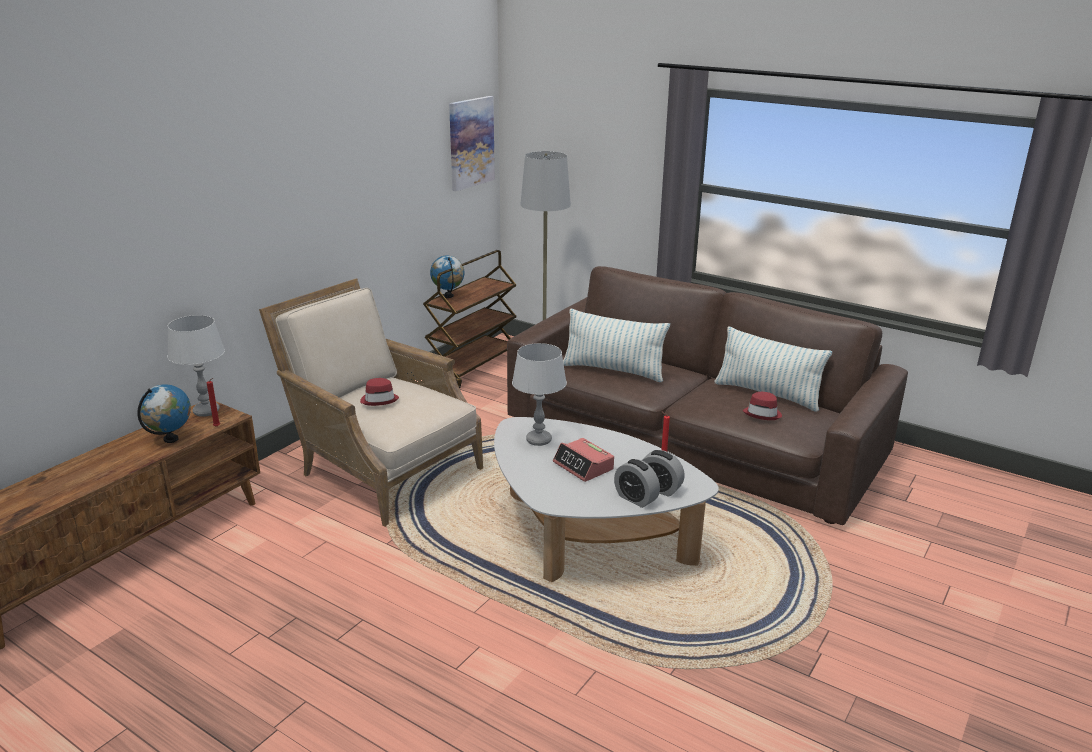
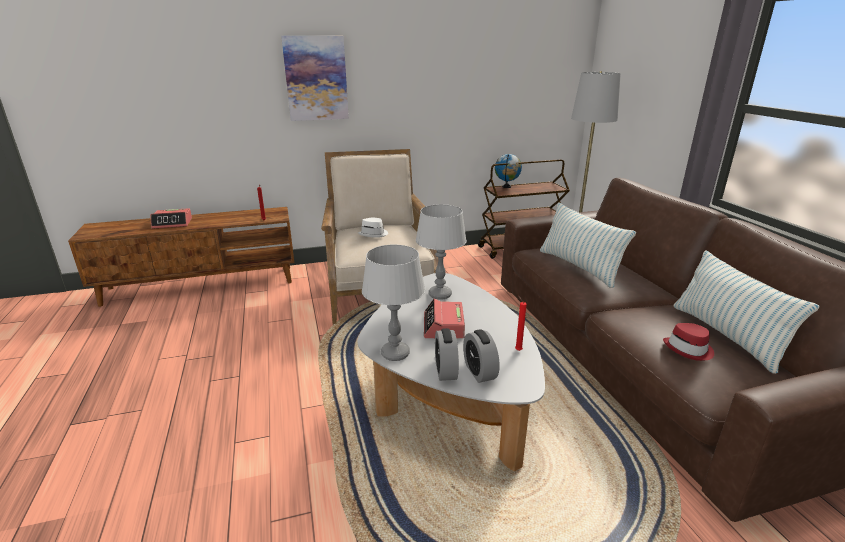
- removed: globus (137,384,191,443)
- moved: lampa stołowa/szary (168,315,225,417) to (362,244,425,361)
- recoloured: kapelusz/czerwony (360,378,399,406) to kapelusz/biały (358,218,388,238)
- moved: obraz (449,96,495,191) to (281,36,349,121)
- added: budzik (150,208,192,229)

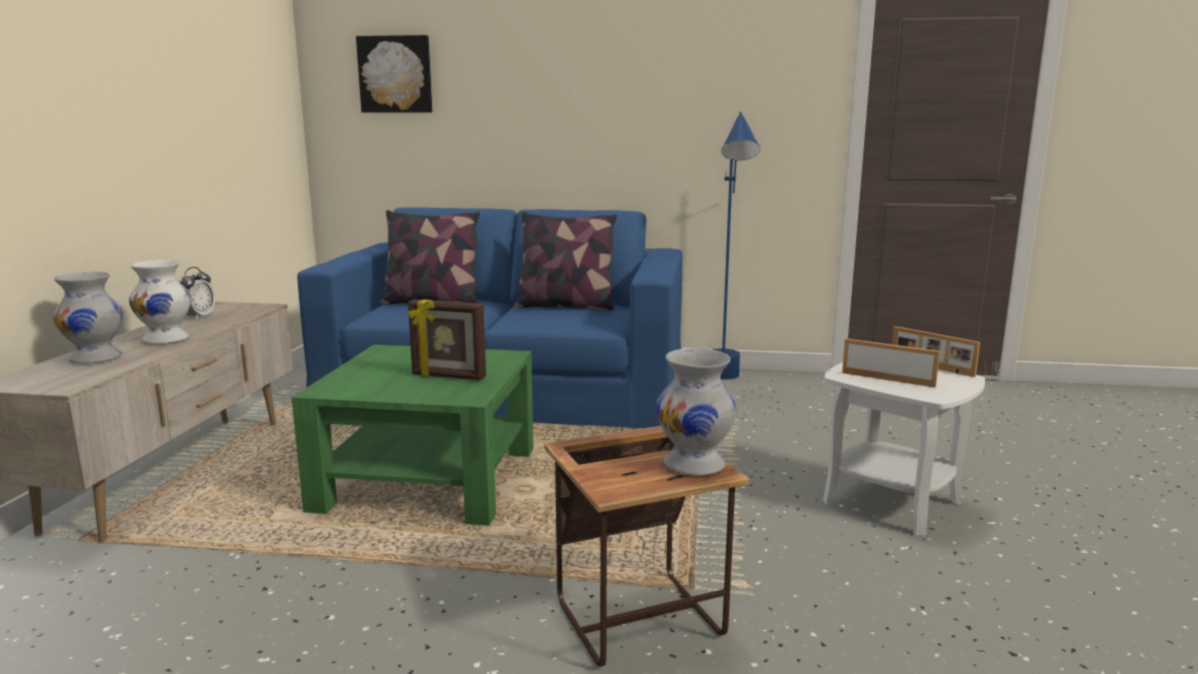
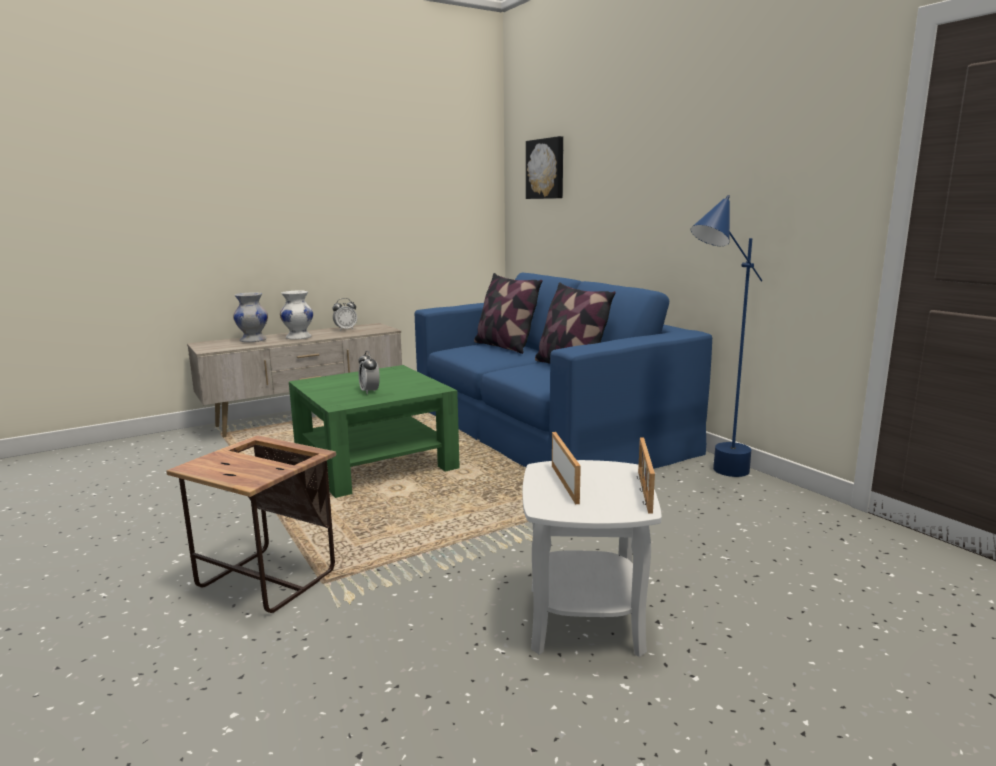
- replaced: ramka na zdjęcie (408,299,486,380) to budzik (358,351,380,394)
- removed: wazon/biały (656,348,737,476)

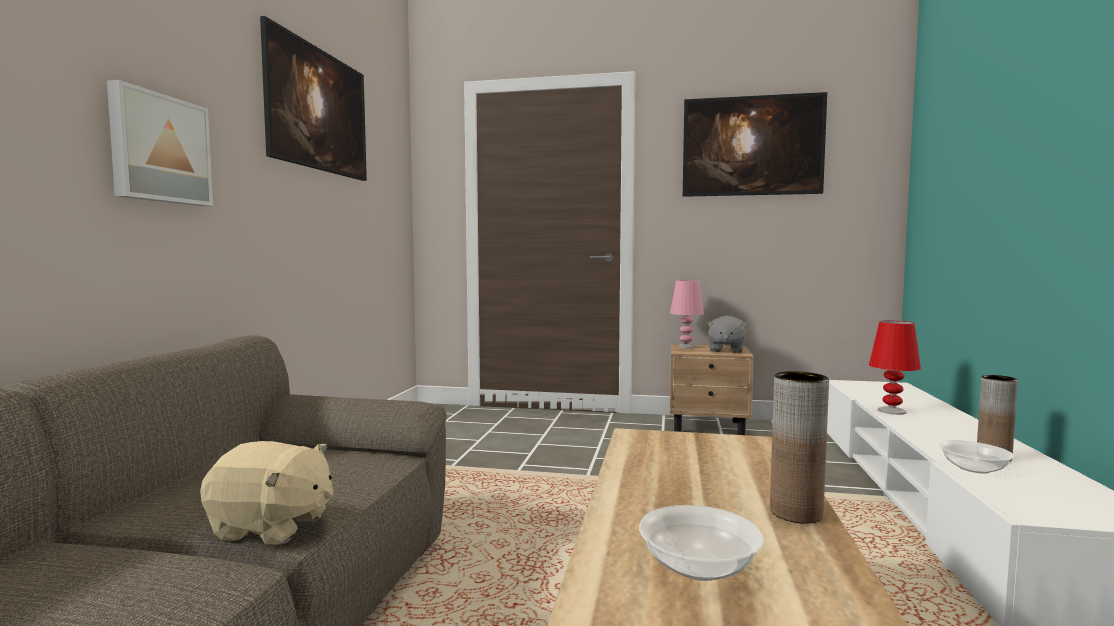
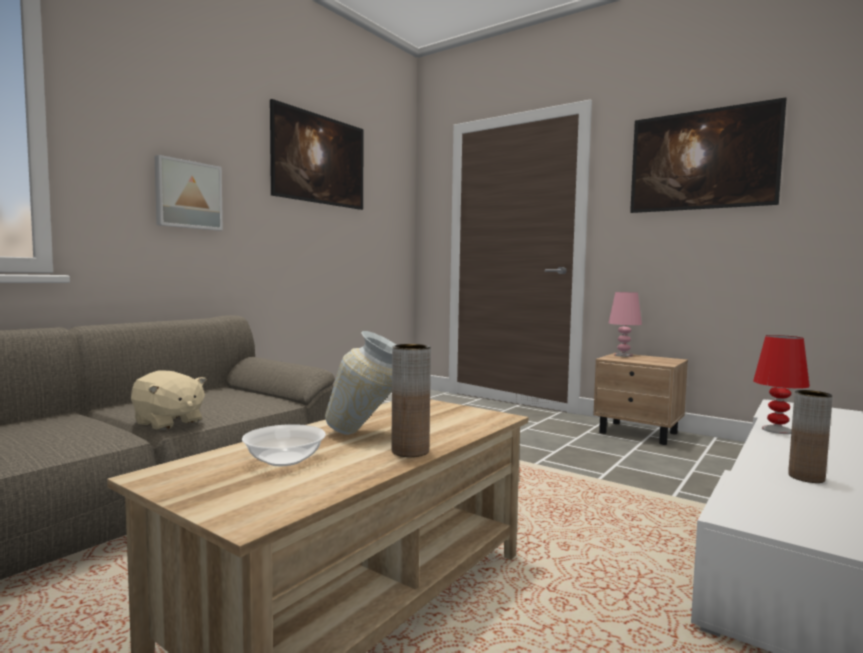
- removed: pluszak/szary (706,316,748,353)
- removed: miska (939,440,1014,474)
- added: wazon (325,331,396,435)

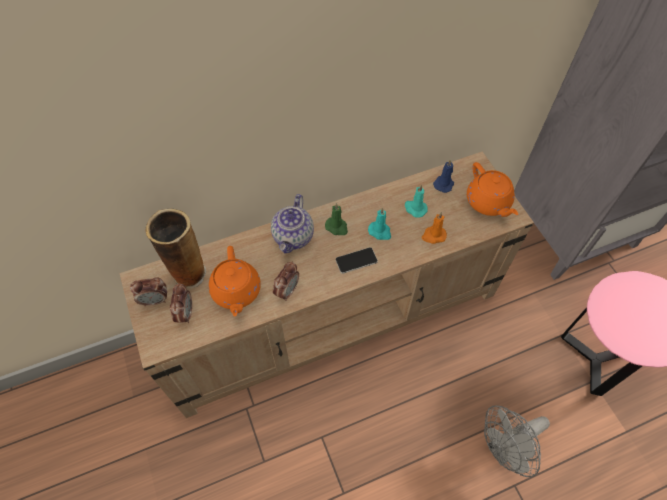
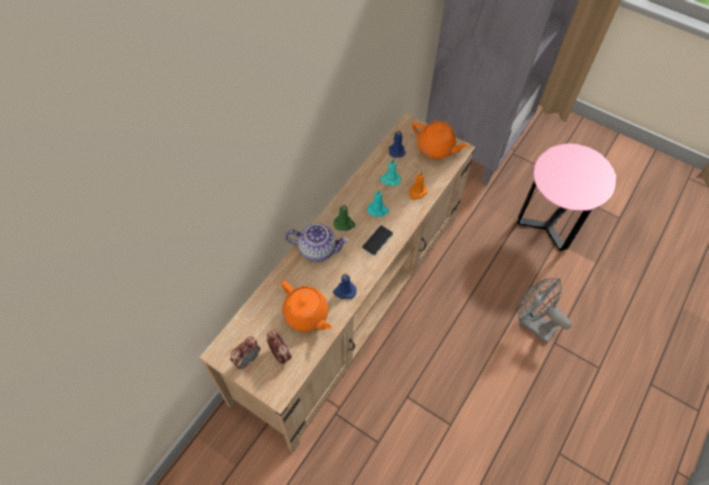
- removed: wazon (146,209,207,288)
- turned: imbryk (271,194,314,253) = (285,223,349,262) 60 degrees counterclockwise
- replaced: budzik (273,262,299,301) to świeca/niebieski (333,273,357,299)
- turned: wentylator/szary (484,405,550,477) = (518,278,572,343) 105 degrees clockwise

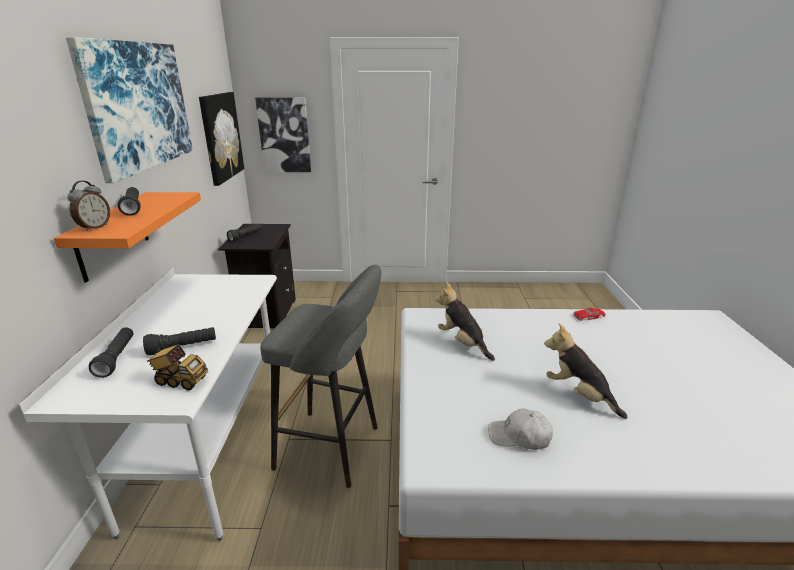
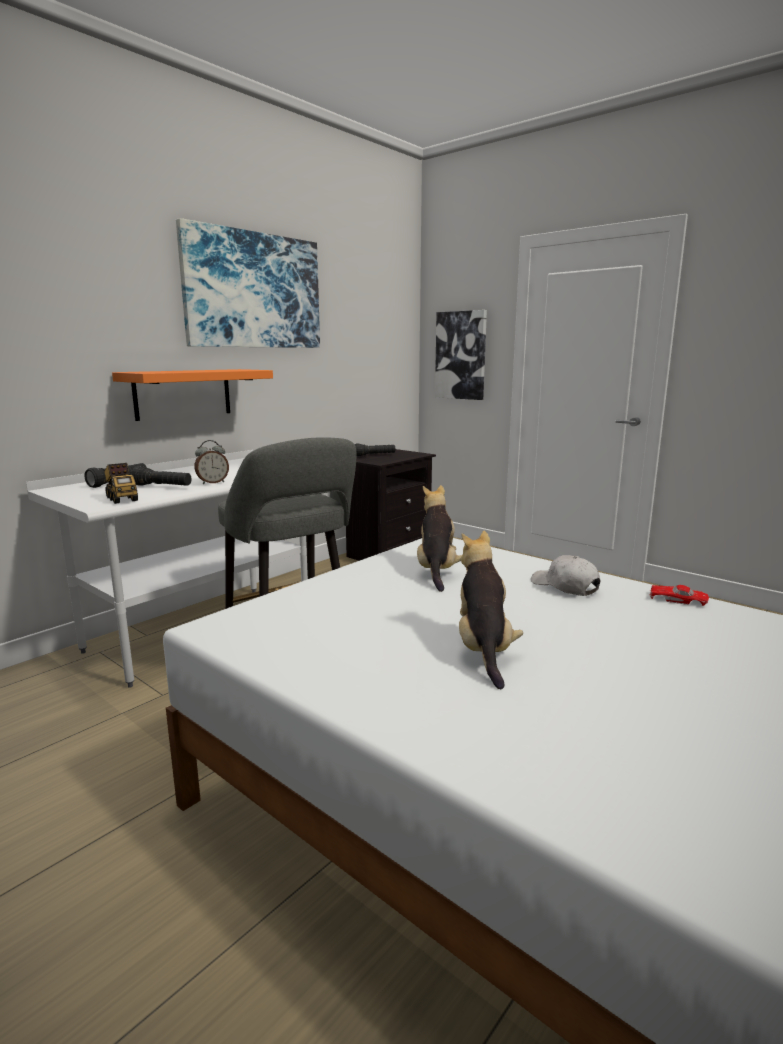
- moved: budzik (67,181,110,231) to (194,440,229,484)
- removed: latarka/czarny (118,187,141,216)
- removed: obraz (199,92,244,186)
- moved: czapka z daszkiem/biały (488,408,553,450) to (531,555,601,596)

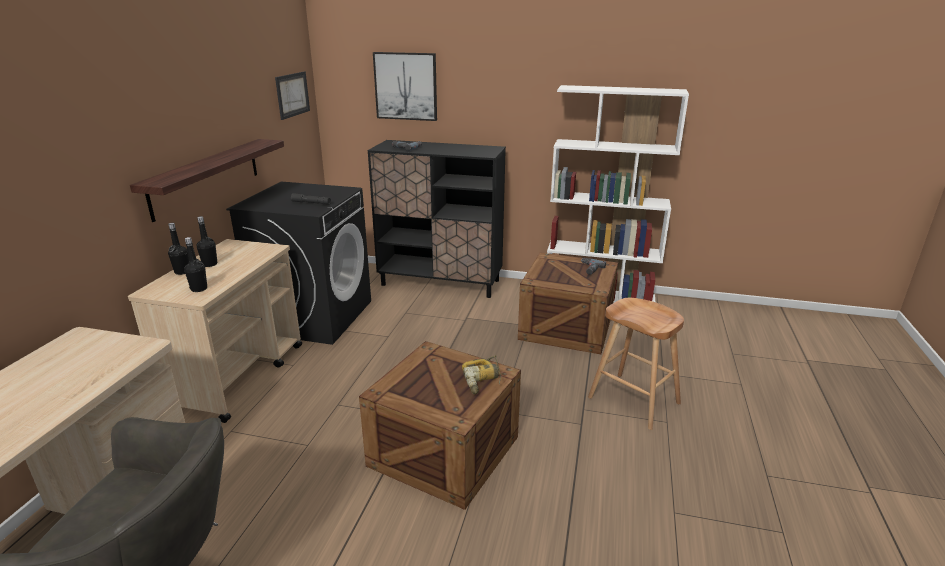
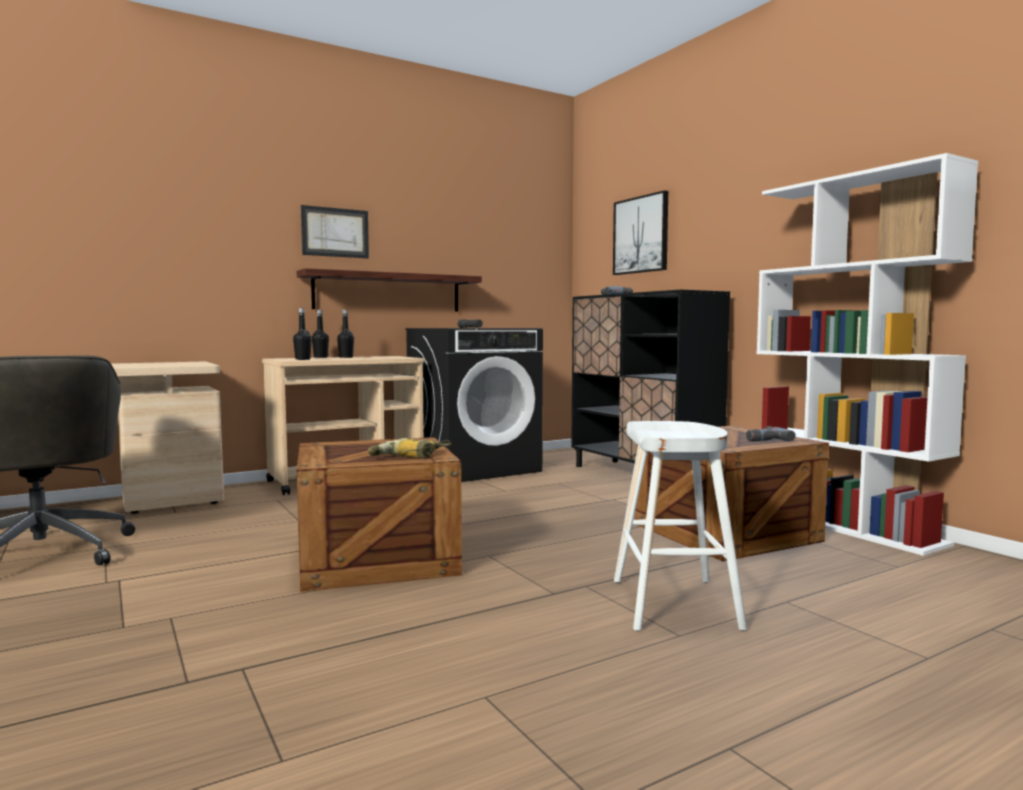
- moved: obraz (275,71,310,120) to (301,205,369,258)
- recoloured: stołek/brązowy (588,298,684,430) to stołek/biały (614,421,747,631)

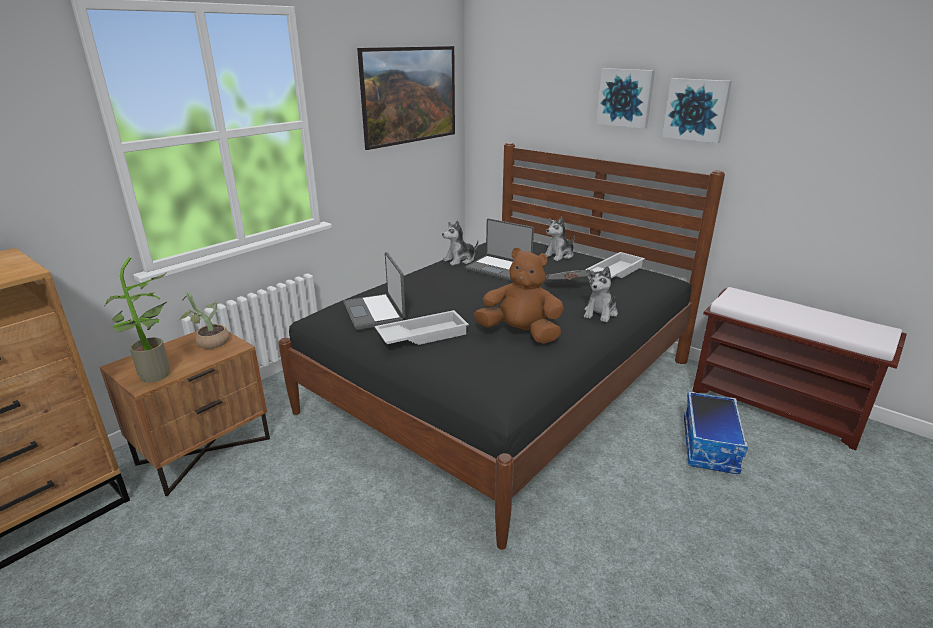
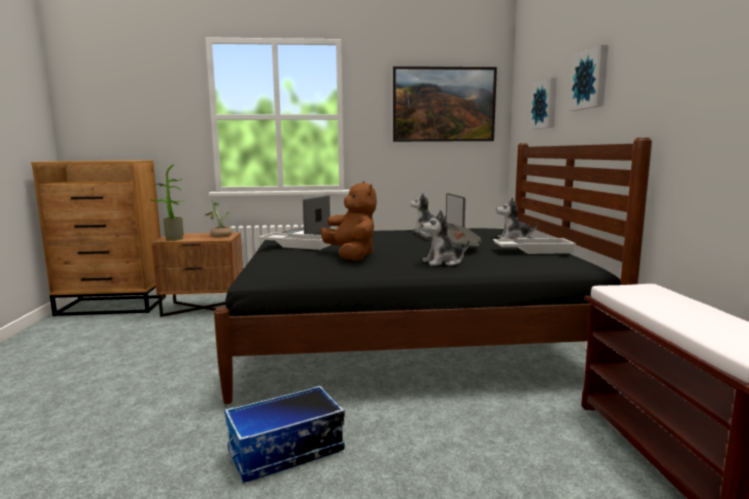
- moved: obraz (662,78,732,143) to (530,78,557,130)
- moved: pojemnik do przechowywania (684,391,748,474) to (224,385,345,482)

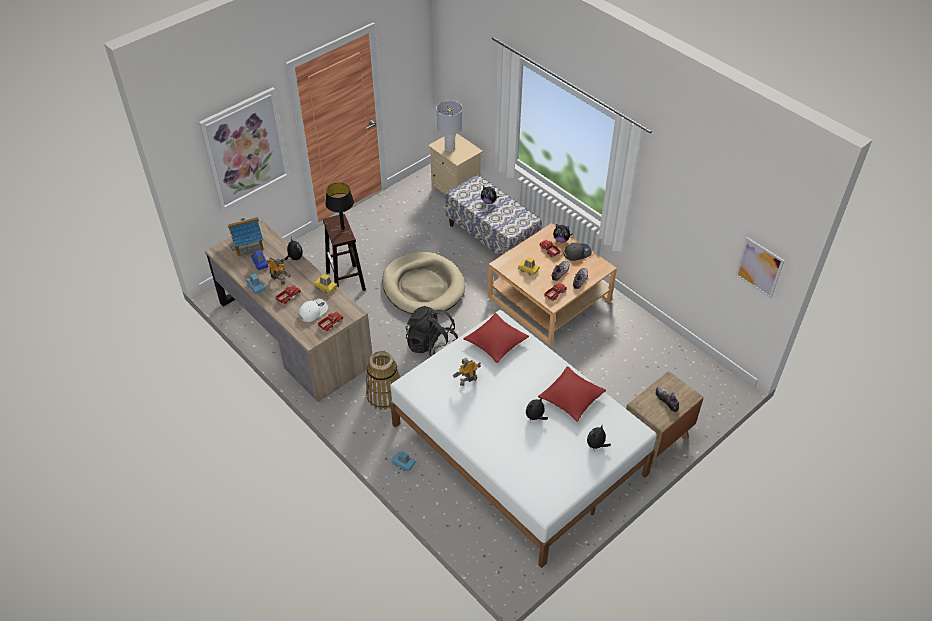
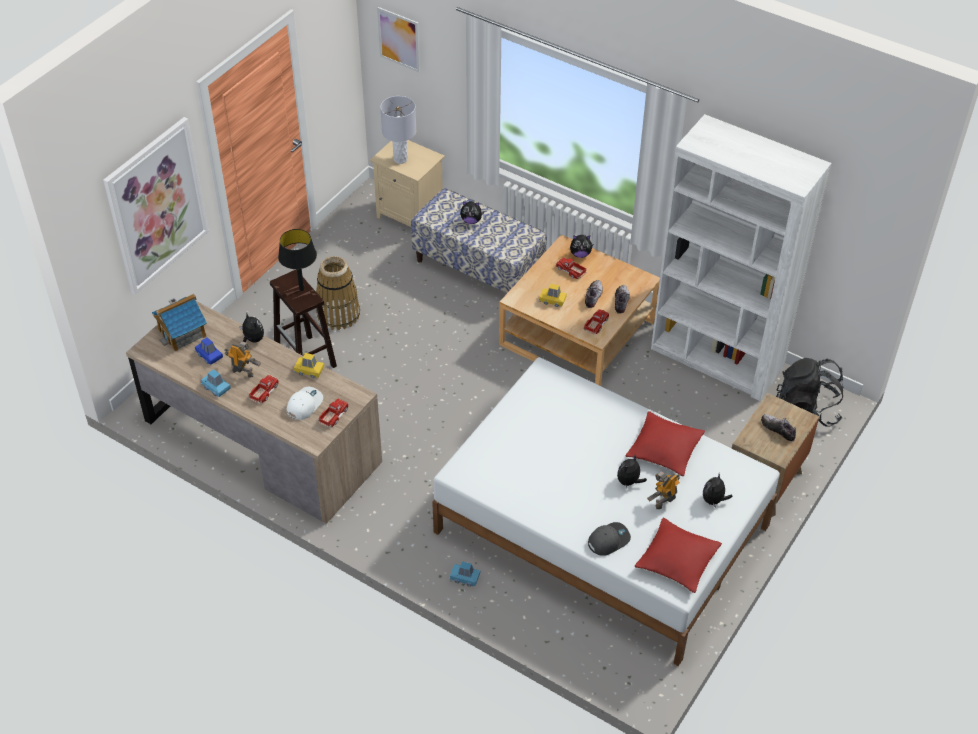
- moved: koszyk (366,350,400,410) to (316,256,360,330)
- removed: legowisko/beżowy (382,252,465,314)
- moved: plecak/czarny (406,306,458,357) to (776,358,844,427)
- moved: robot zabawkowy (453,358,481,386) to (647,471,680,509)
- moved: poduszka/czerwony (463,313,529,363) to (635,518,722,593)
- moved: czapka z daszkiem/szary (564,243,592,261) to (588,522,631,556)
- moved: obraz (735,237,785,298) to (377,7,420,72)
- added: regał/biały (651,114,831,401)

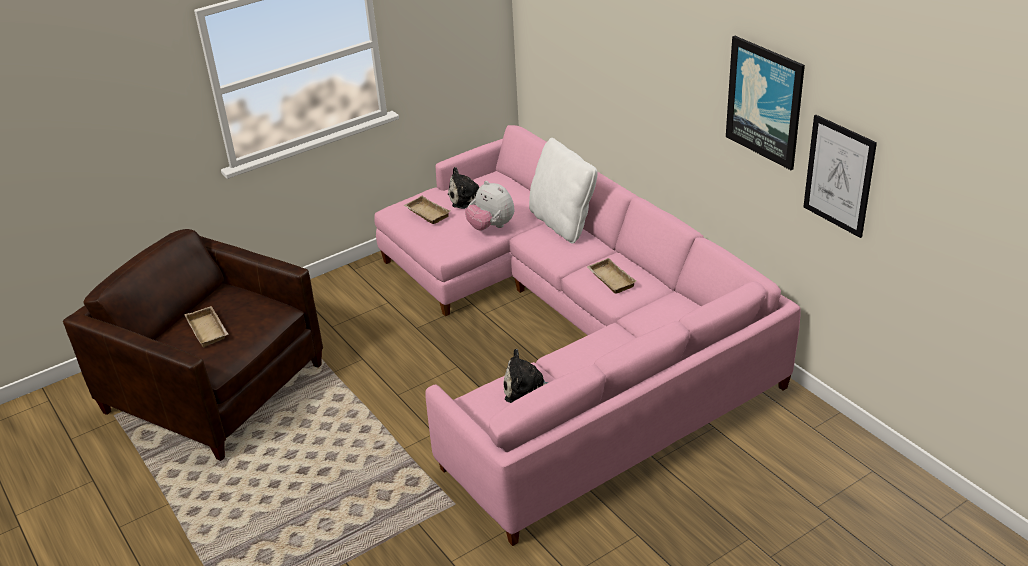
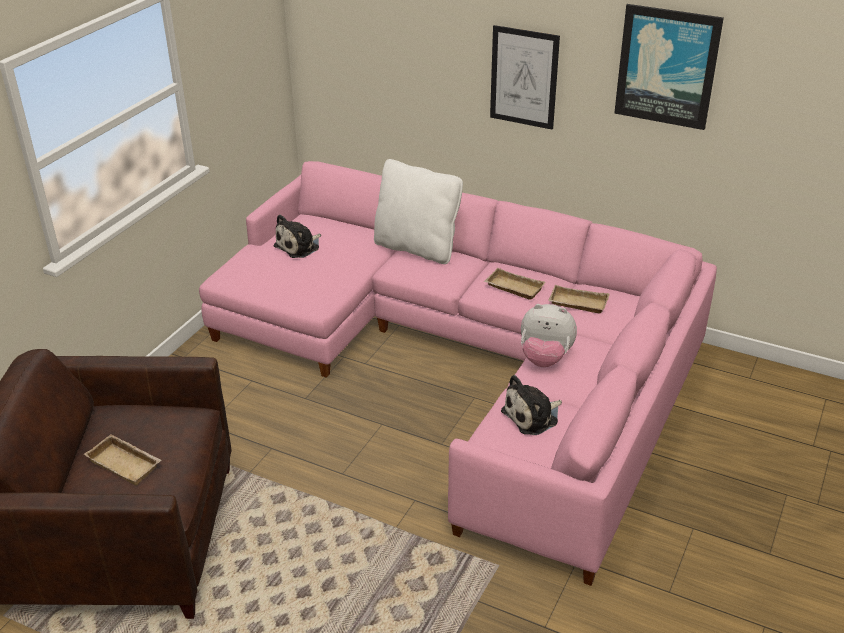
- moved: taca/beżowy (404,196,450,224) to (548,285,610,314)
- moved: pluszak (465,181,514,231) to (521,304,577,367)
- moved: obraz (803,115,877,238) to (490,25,560,129)

